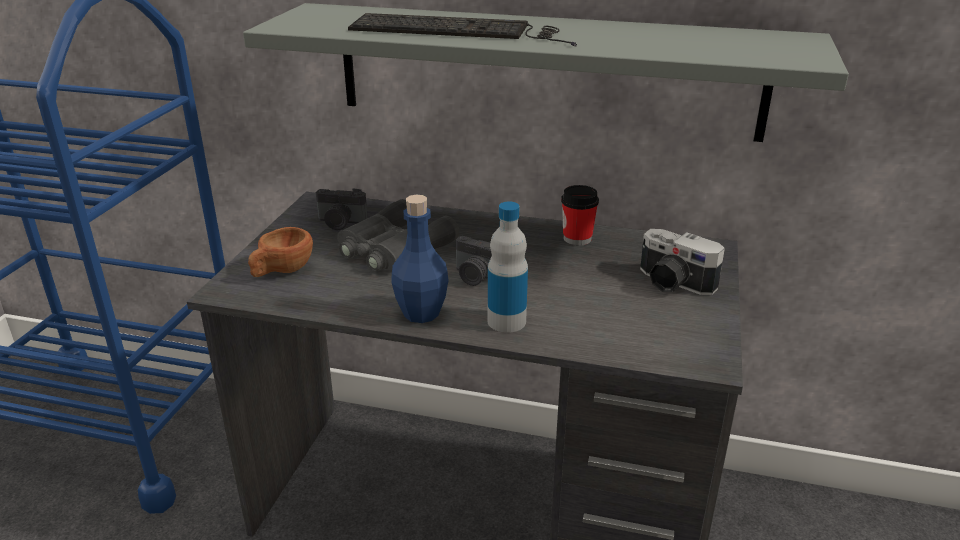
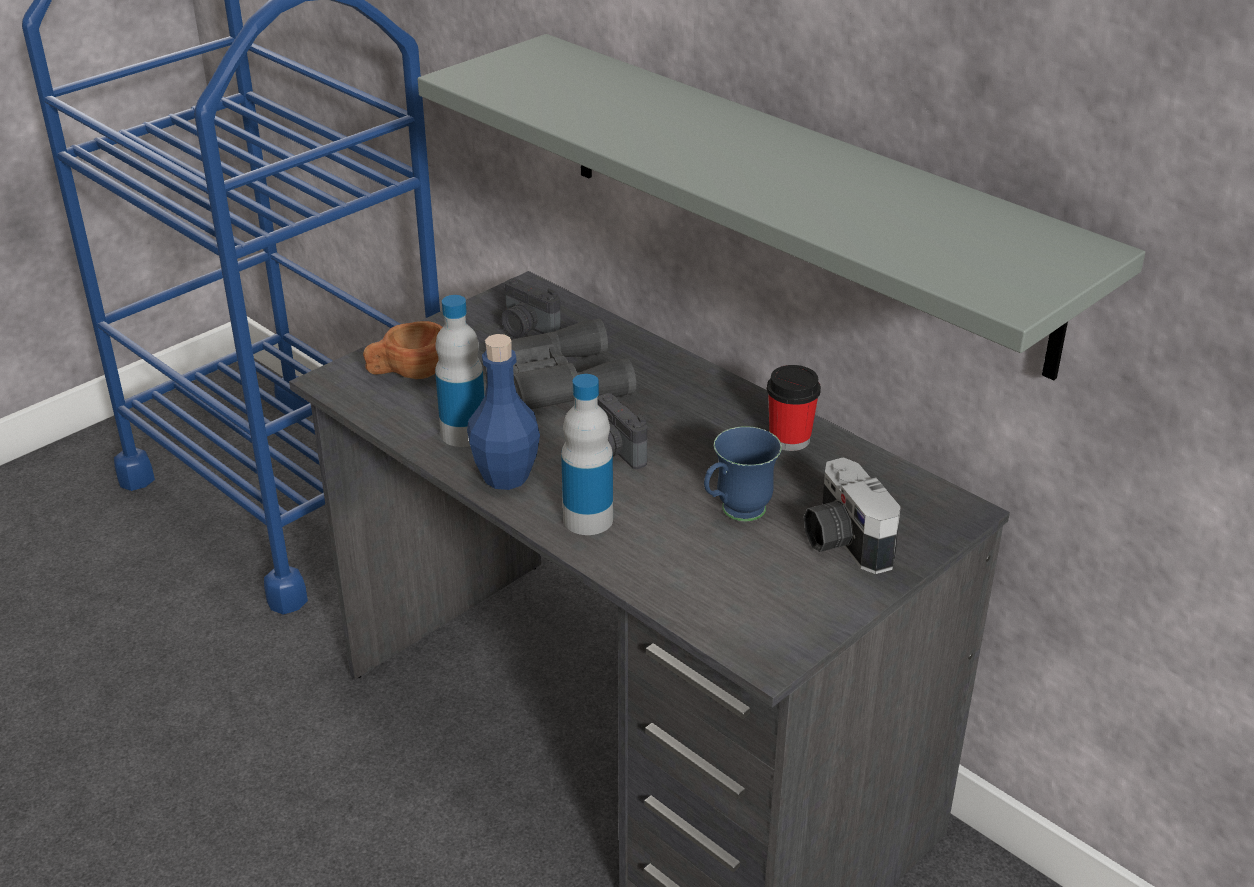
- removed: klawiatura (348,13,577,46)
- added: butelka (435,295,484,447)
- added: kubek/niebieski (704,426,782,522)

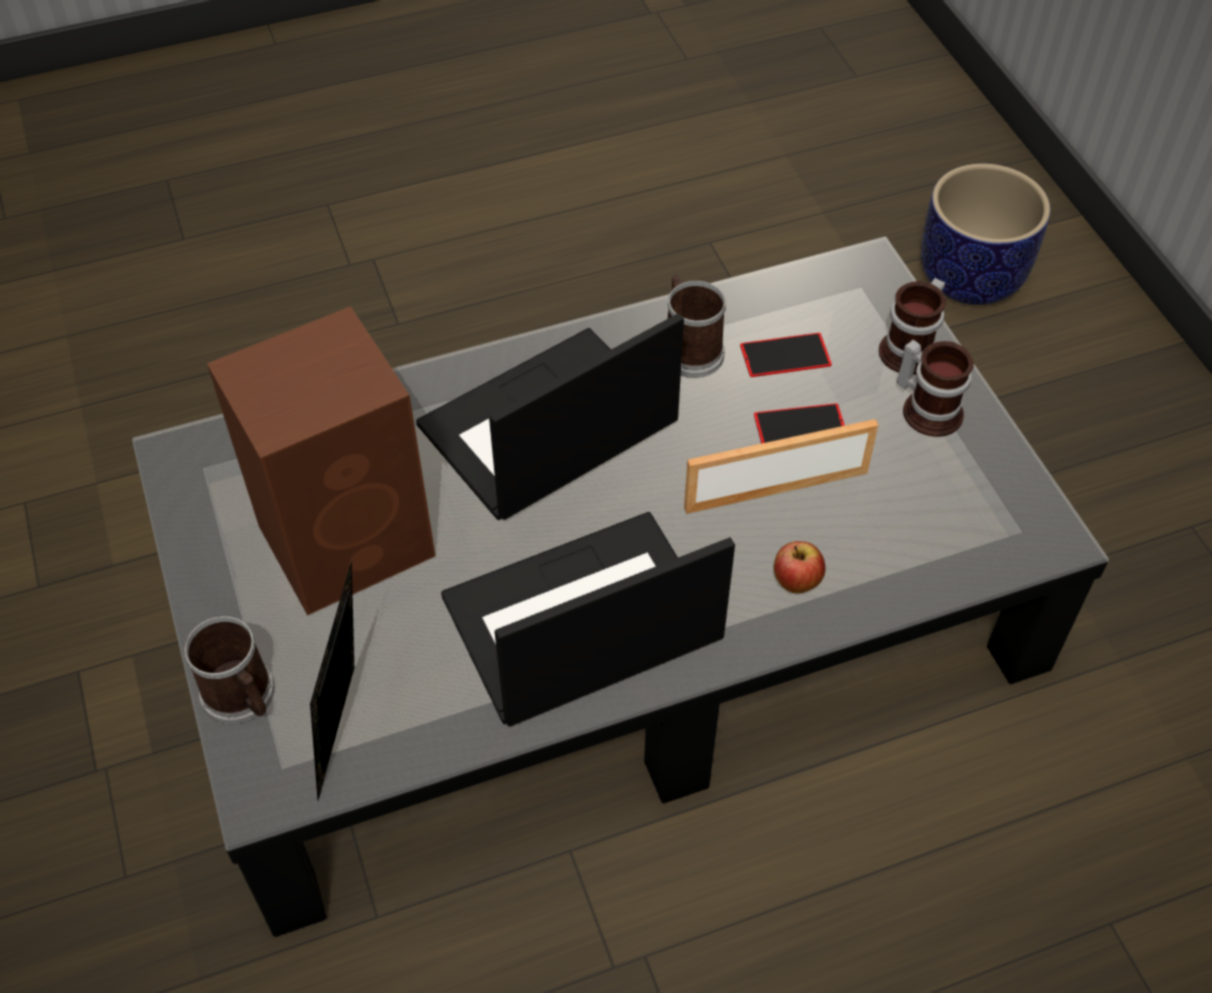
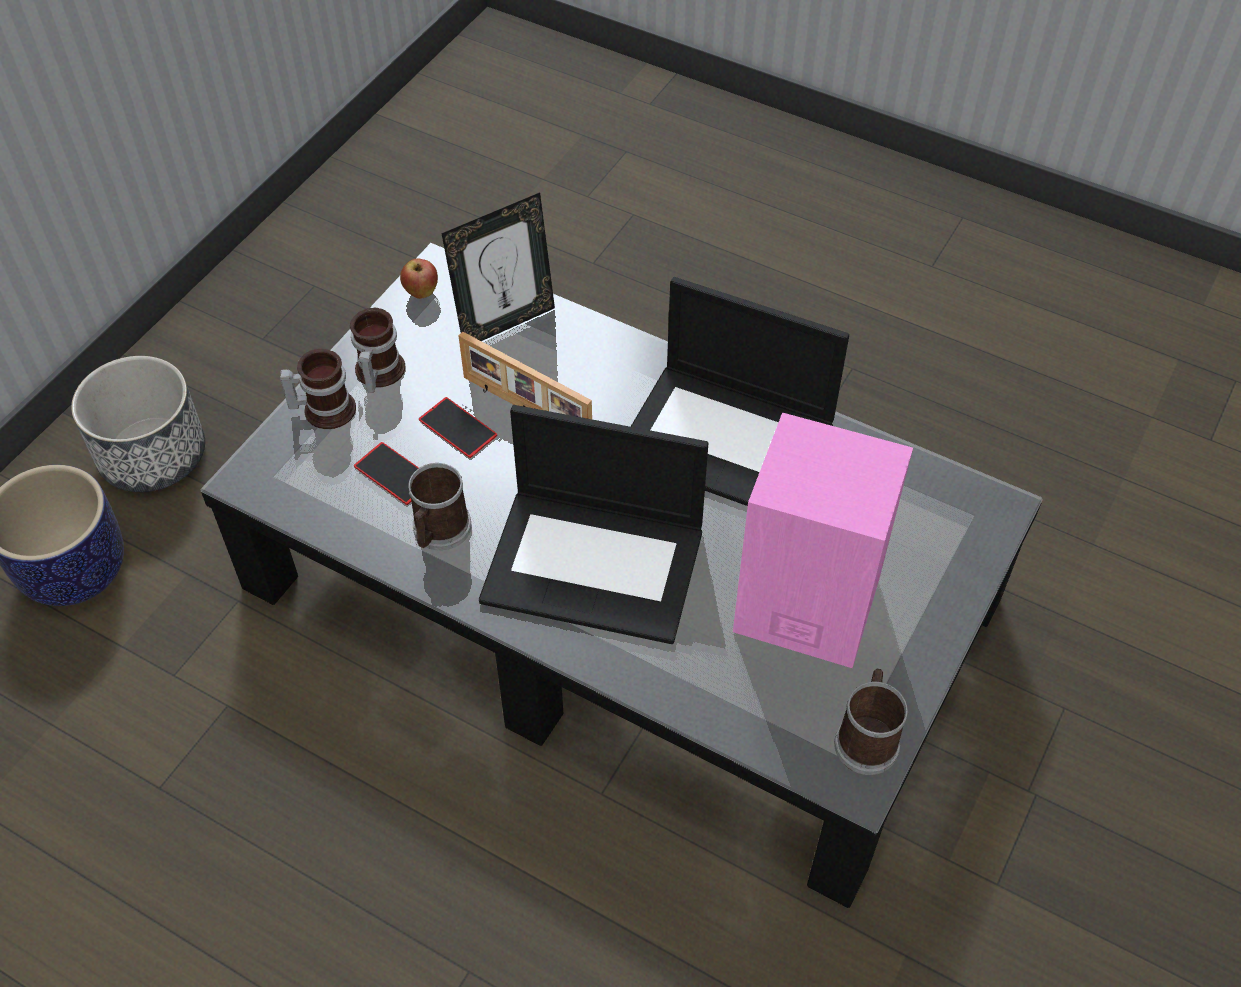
- moved: kubek (184,616,275,725) to (834,669,909,775)
- recoloured: głośnik/brązowy (207,306,435,615) to głośnik/różowy (733,412,913,668)
- moved: ramka na zdjęcie (310,561,354,800) to (441,192,555,341)
- moved: jabłko (774,541,825,593) to (400,258,438,299)
- added: donica (71,356,205,492)

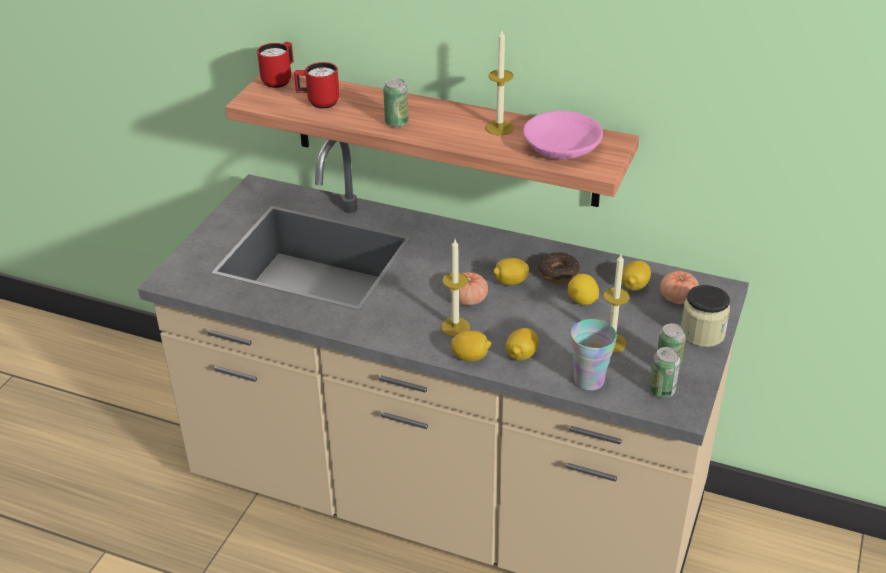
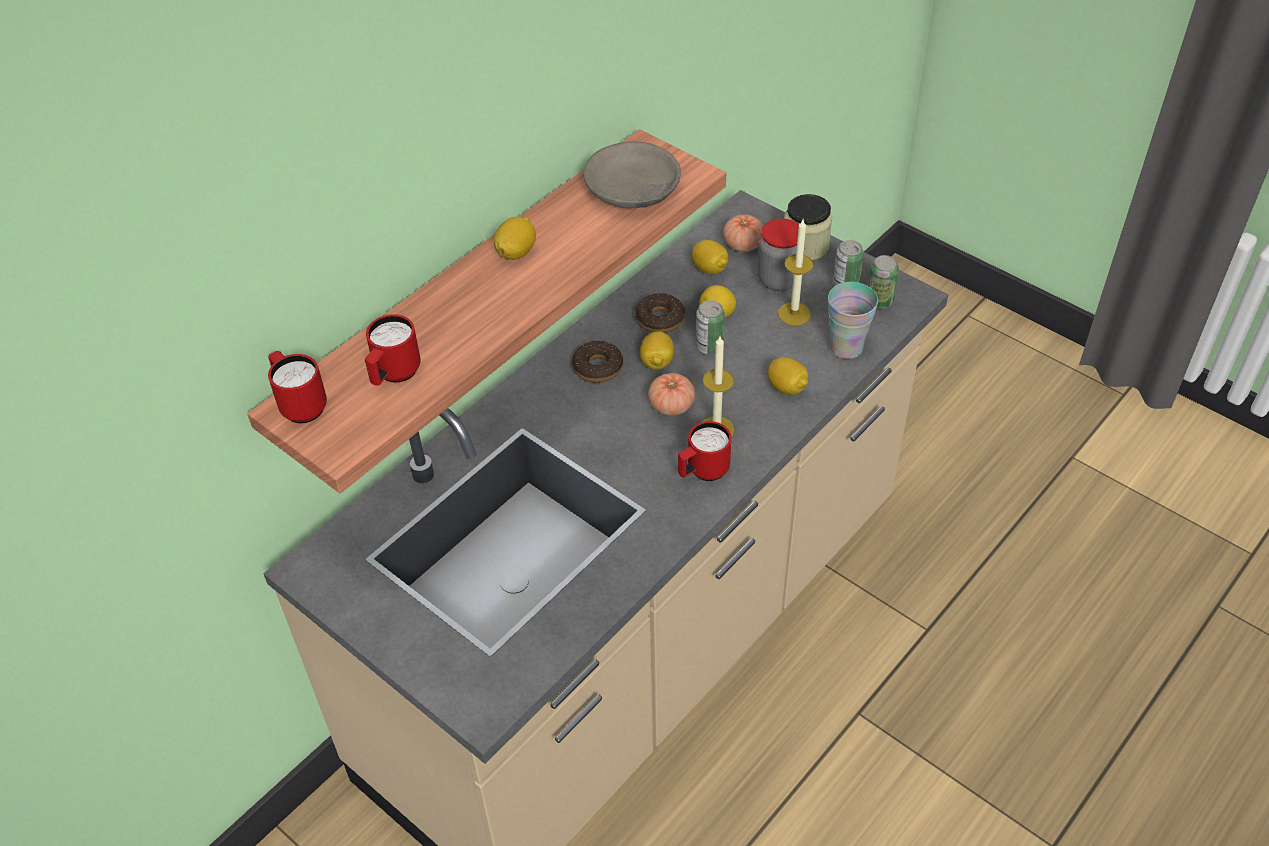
- moved: puszka (383,78,408,127) to (696,300,725,354)
- moved: cytryna (451,330,491,361) to (494,217,536,260)
- removed: świeca (485,30,514,135)
- recoloured: miska/różowy (523,111,603,160) to miska/szary (583,141,681,208)
- added: donut (572,341,623,383)
- added: kubek/czerwony (678,421,731,481)
- added: słoik (758,219,805,291)

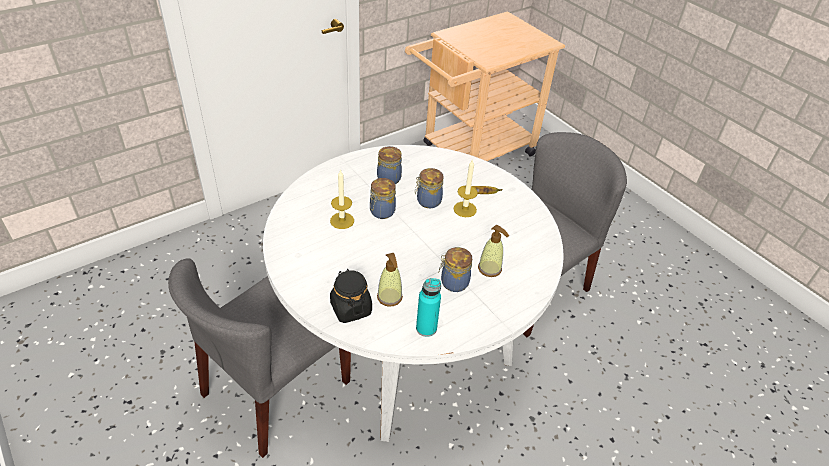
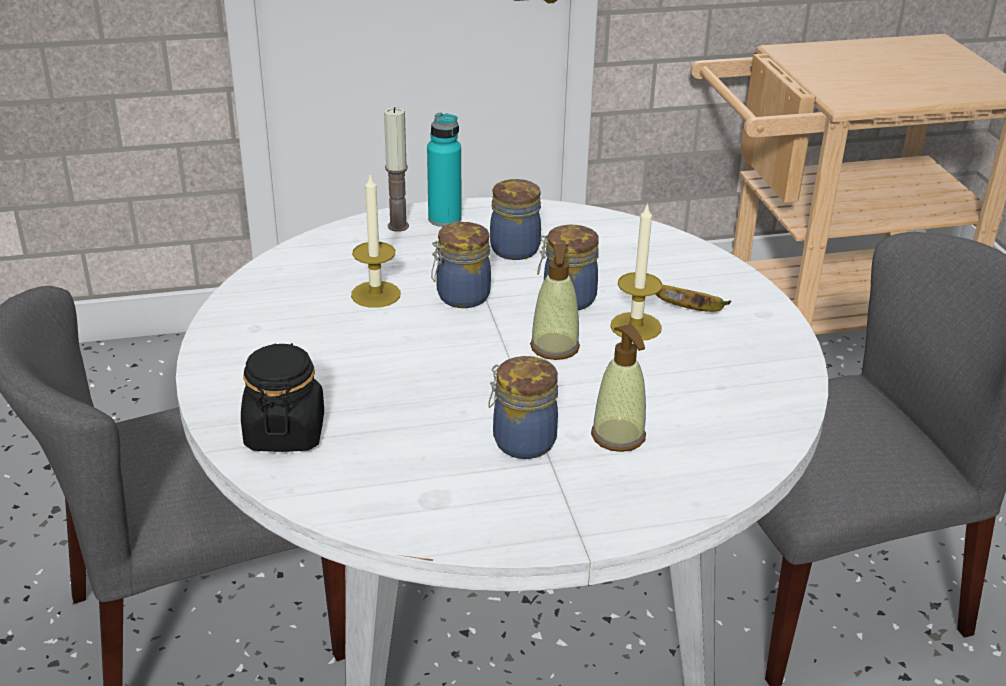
- moved: dozownik mydła (377,253,403,307) to (530,244,580,360)
- moved: butelka/turkusowy (416,278,441,337) to (427,113,461,227)
- added: świeca (384,107,409,232)

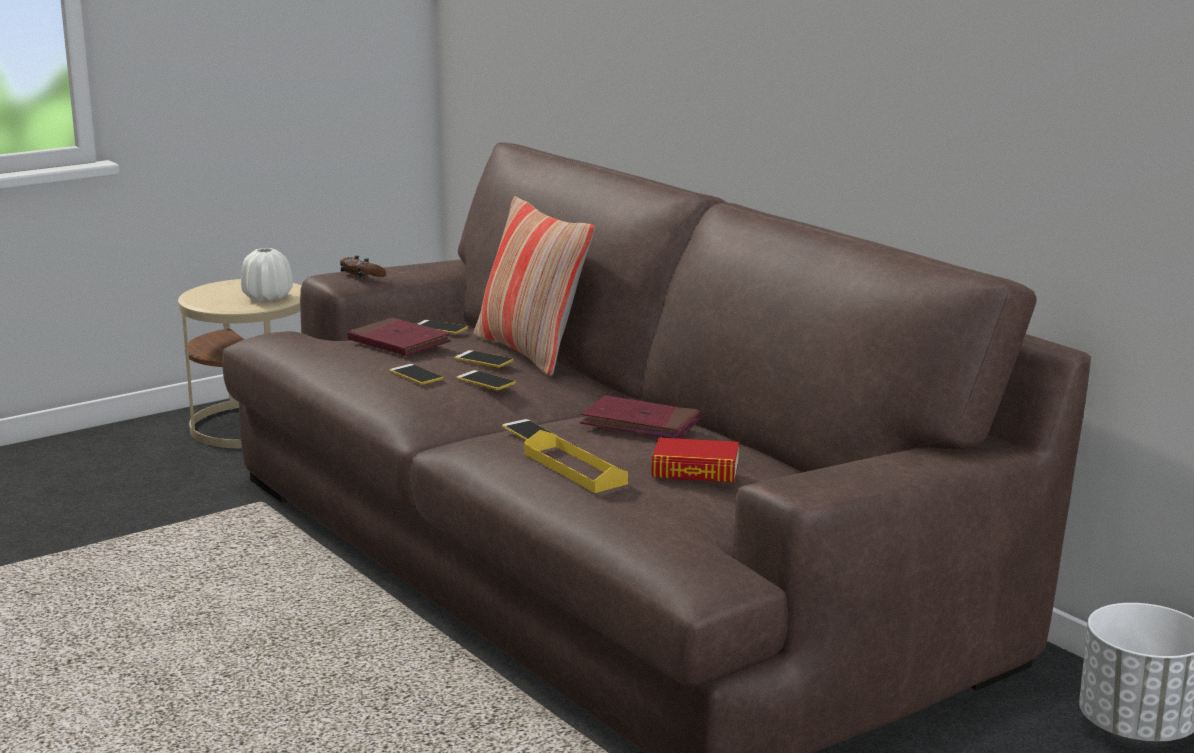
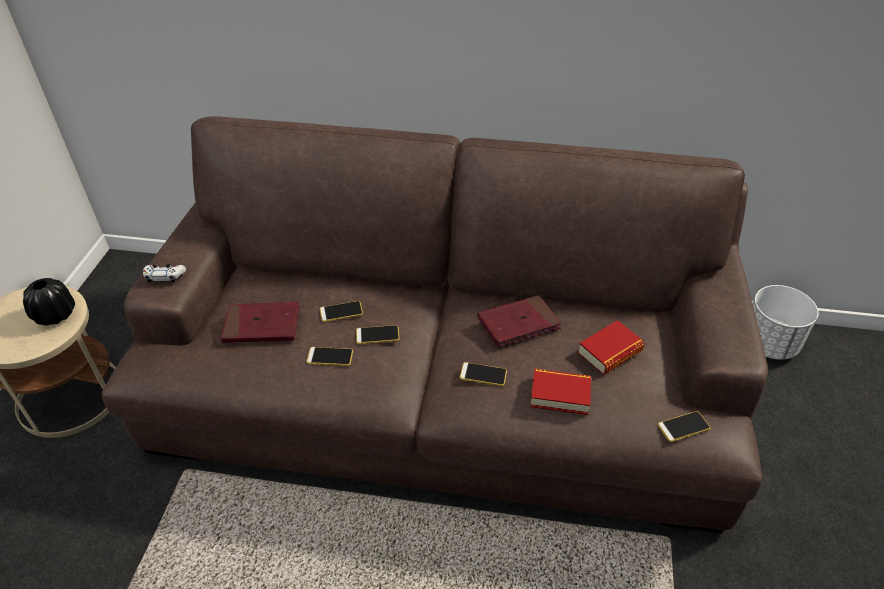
- recoloured: wazon/biały (241,248,293,301) to wazon/czarny (23,278,75,326)
- recoloured: pad do gier/brązowy (340,256,386,278) to pad do gier/biały (143,264,186,283)
- moved: telefon (417,320,468,334) to (658,411,710,442)
- removed: poduszka (474,196,595,376)
- replaced: taca/żółty (524,430,628,493) to książka (530,368,591,415)

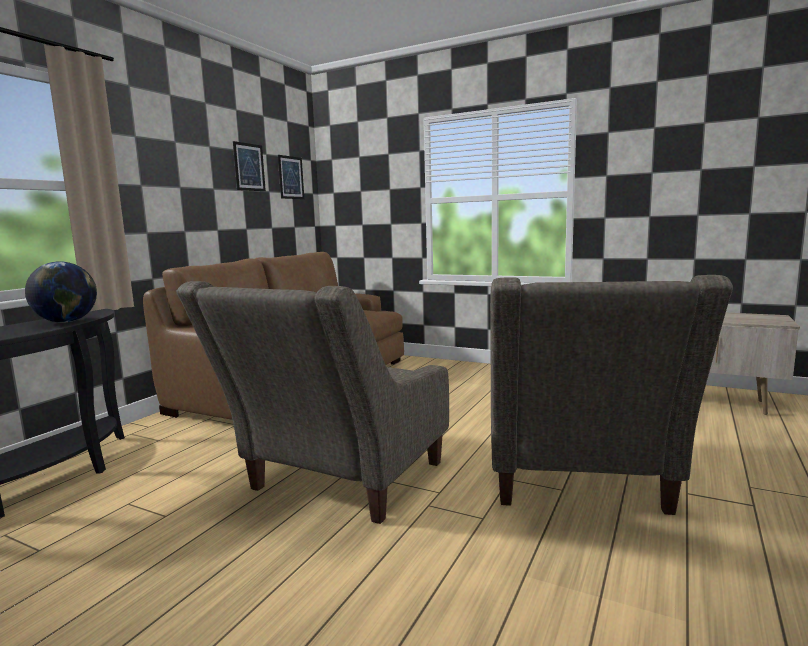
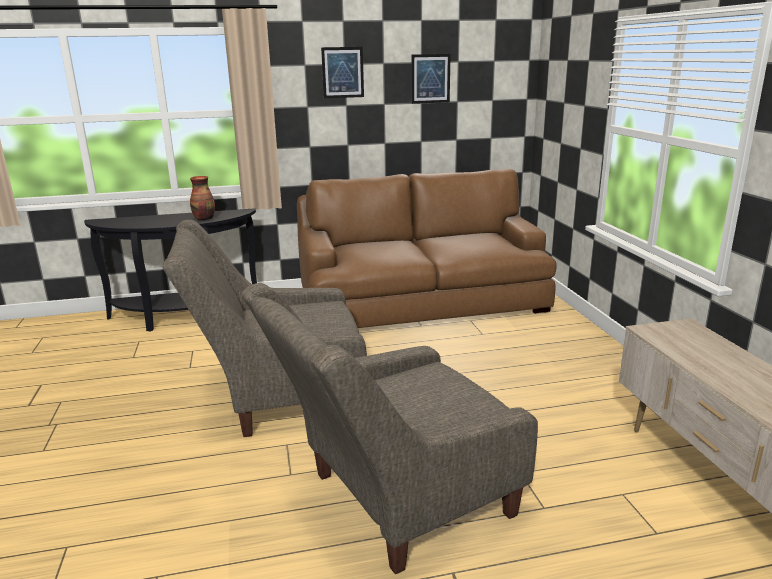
- replaced: globus (25,261,97,323) to wazon (190,176,215,220)
- moved: obraz (278,155,304,199) to (321,47,364,98)

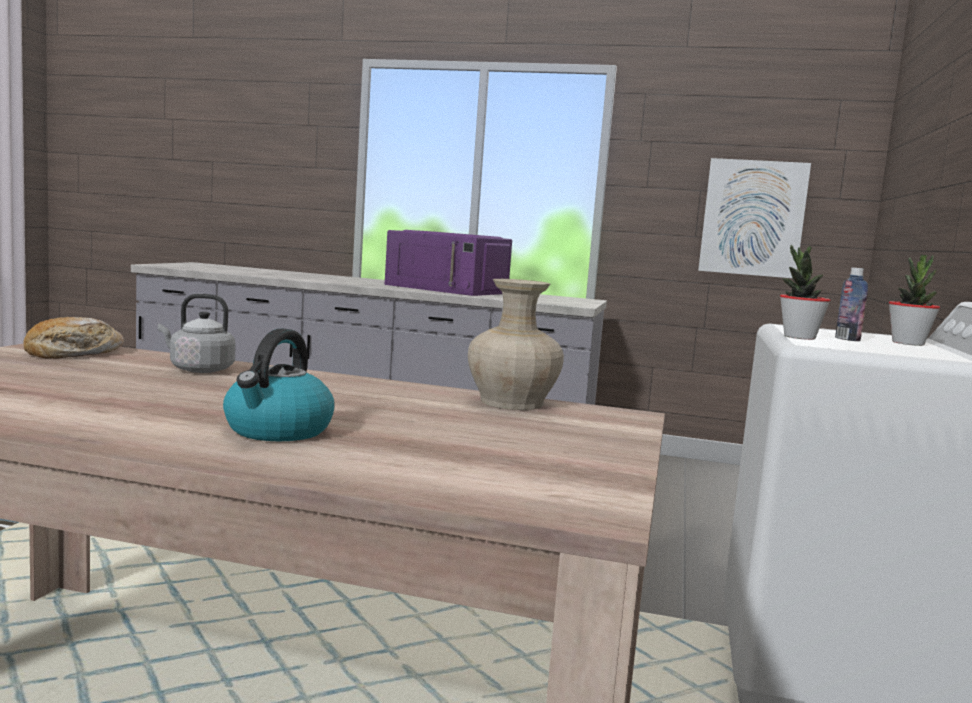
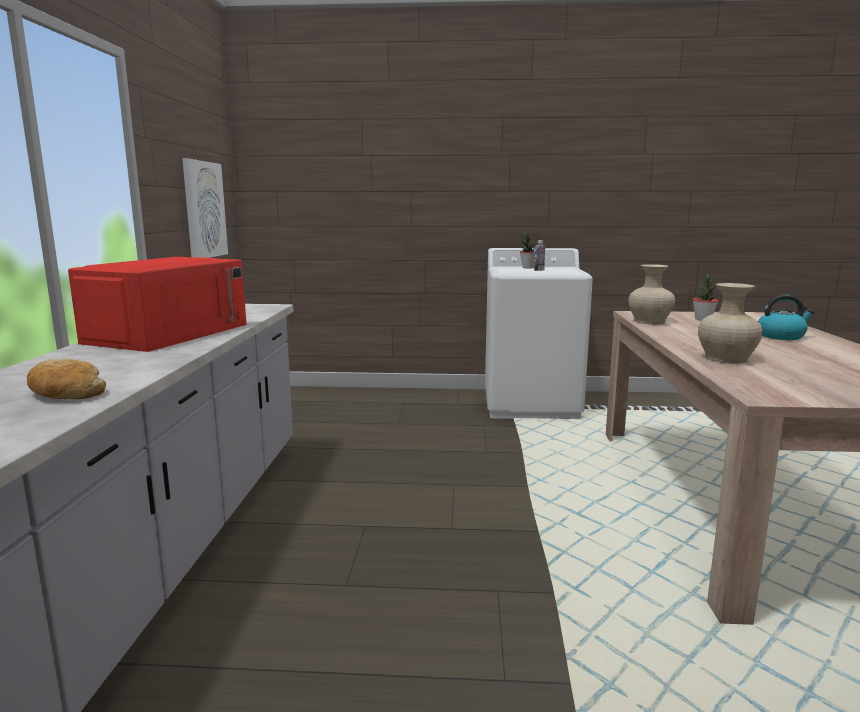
- moved: chleb (23,317,124,359) to (27,358,106,399)
- replaced: czajnik/szary (158,294,236,373) to wazon/beżowy (698,283,762,364)
- recoloured: mikrofalówka/fioletowy (385,230,512,296) to mikrofalówka/czerwony (68,257,247,352)
- moved: roślina doniczkowa (780,245,831,340) to (693,274,718,321)

